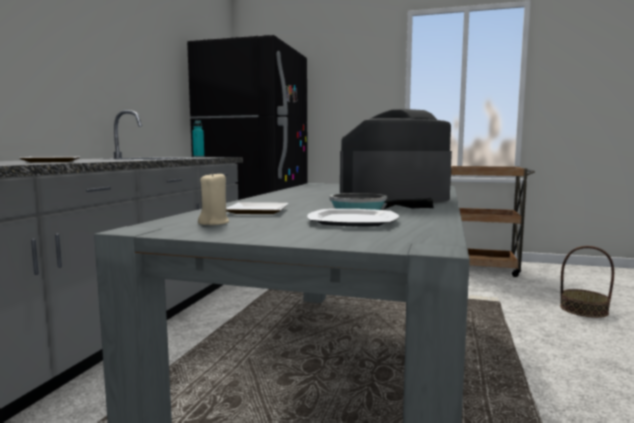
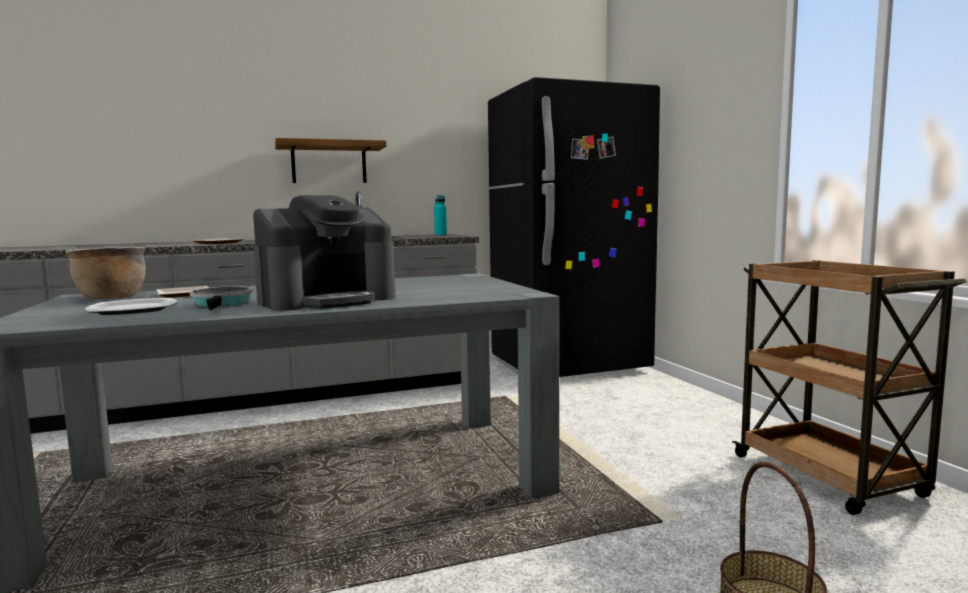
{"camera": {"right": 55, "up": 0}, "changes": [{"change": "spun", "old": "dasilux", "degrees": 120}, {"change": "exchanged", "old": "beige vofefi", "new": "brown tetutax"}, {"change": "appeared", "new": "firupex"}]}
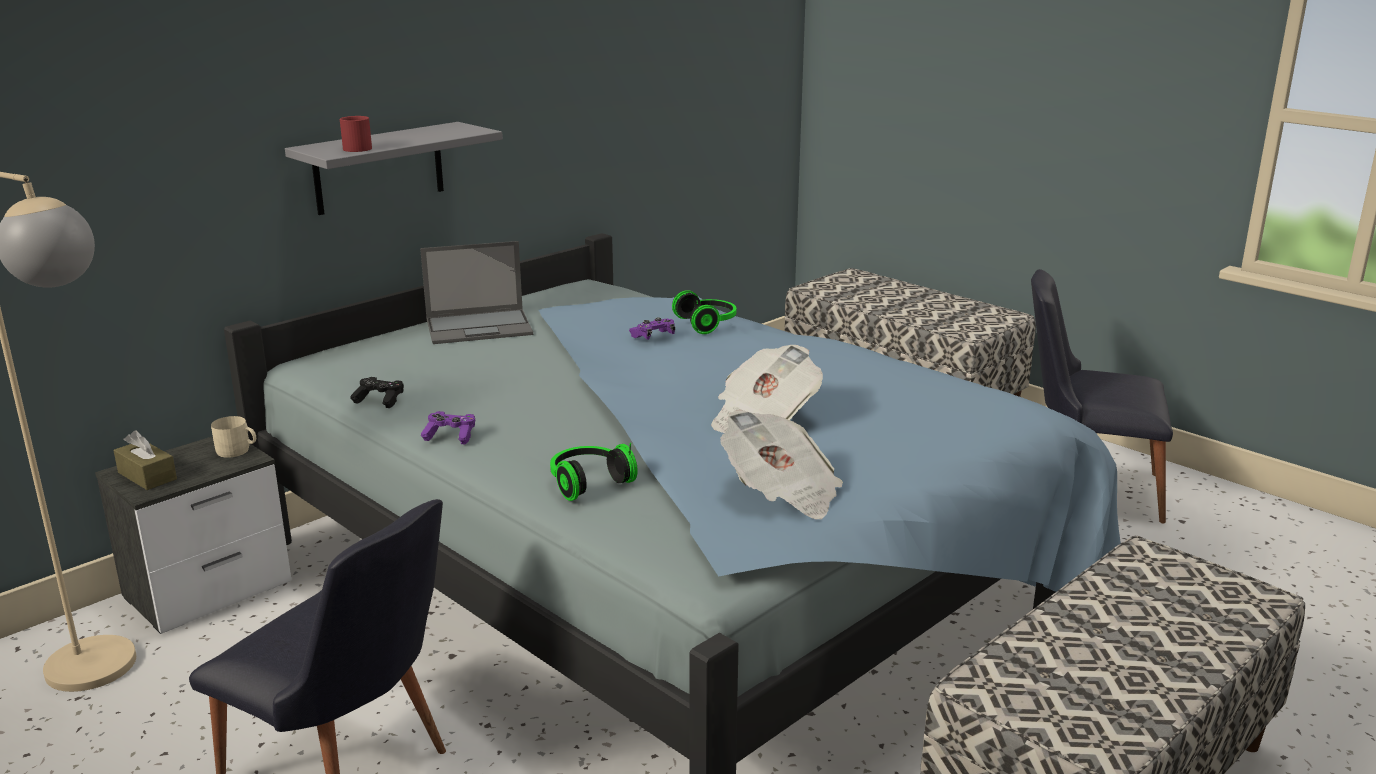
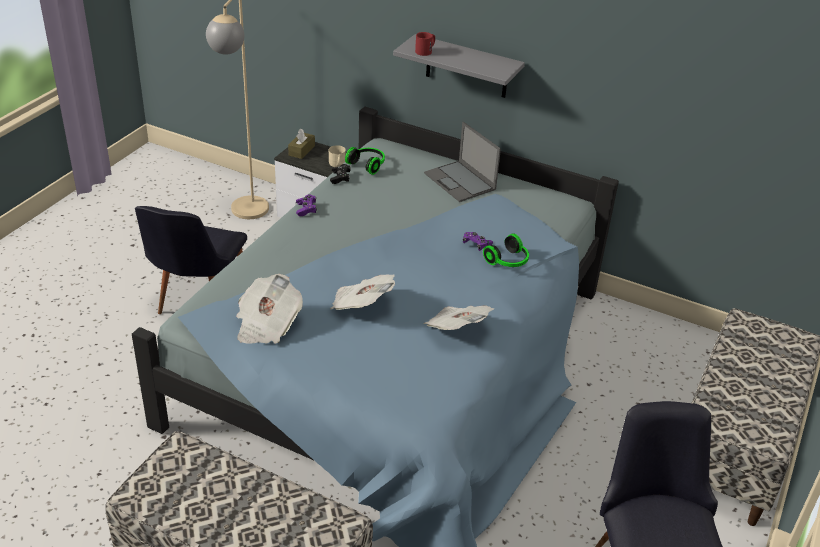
{"camera": {"right": 70, "up": 15}, "changes": [{"change": "relocated", "old": "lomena (no. 1 from left)"}, {"change": "appeared", "new": "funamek (no. 3 from left)"}]}
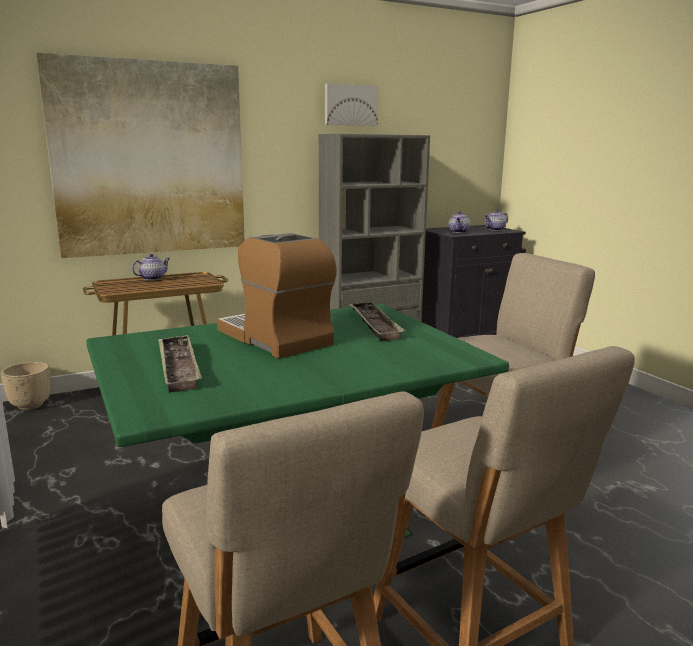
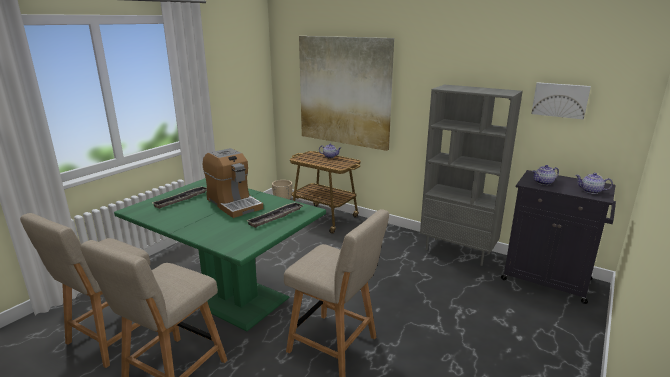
{"camera": {"right": 60, "up": 5}, "changes": [{"change": "relocated", "old": "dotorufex (no. 2 from left)"}, {"change": "spun", "old": "dasilux", "degrees": 120}]}
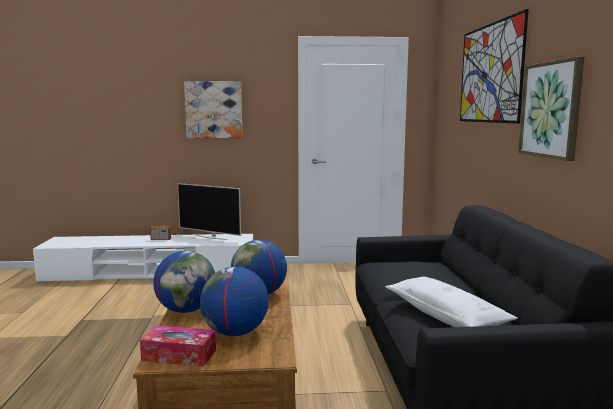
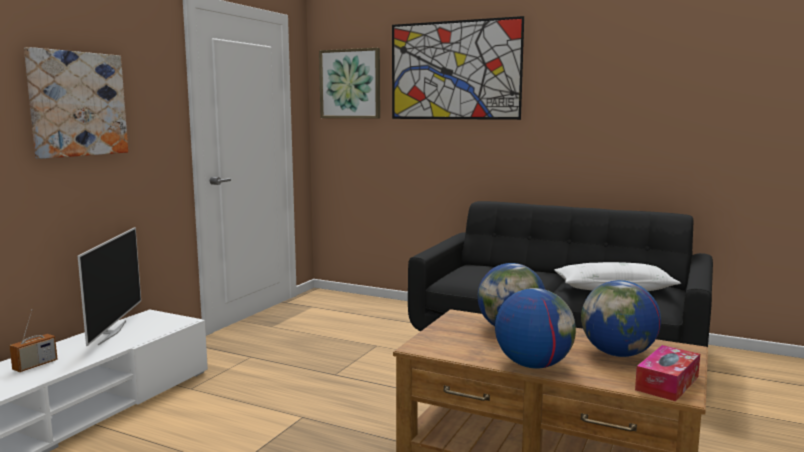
{"camera": {"right": -60, "up": 0}, "changes": [{"change": "relocated", "old": "dotorufex (no. 3 from left in the first image)", "new": "dotorufex (no. 2 from left)"}, {"change": "spun", "old": "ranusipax", "degrees": -60}]}
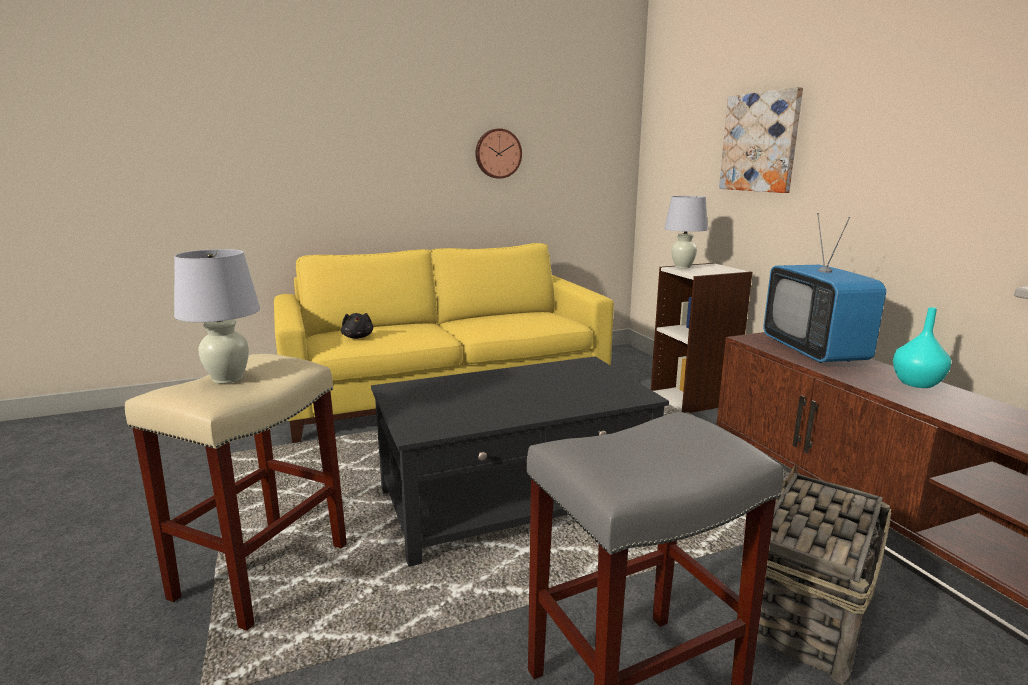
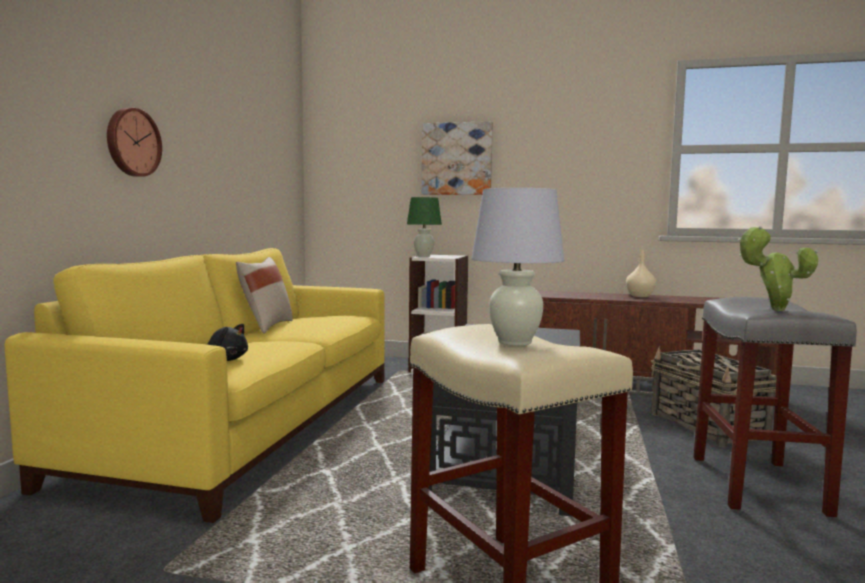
{"camera": {"right": -55, "up": -10}, "changes": [{"change": "relocated", "old": "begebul"}, {"change": "colour", "old": "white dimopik (no. 2 from left)", "new": "green dimopik"}, {"change": "missing", "old": "ranusipax"}, {"change": "colour", "old": "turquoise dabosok", "new": "beige dabosok"}, {"change": "appeared", "new": "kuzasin"}, {"change": "appeared", "new": "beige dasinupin"}]}
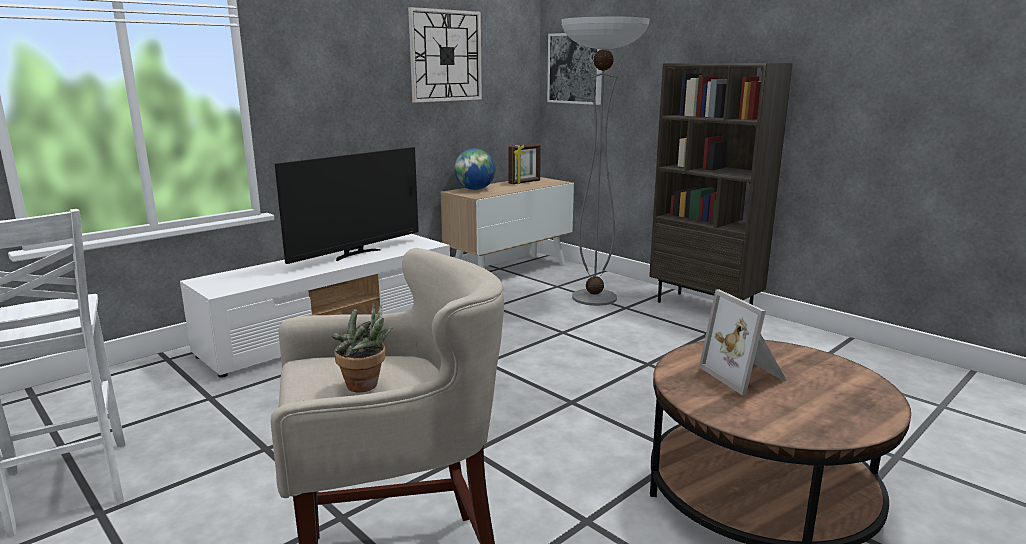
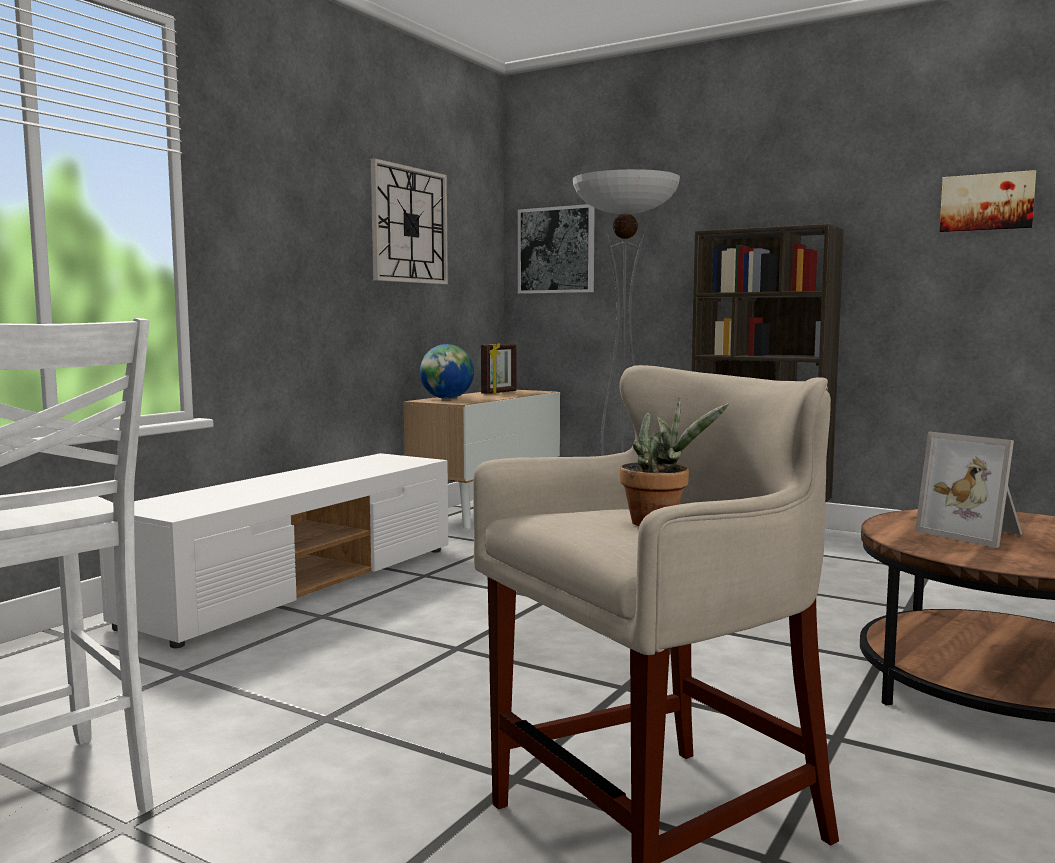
{"camera": {"right": -15, "up": -10}, "changes": [{"change": "missing", "old": "ranusipax"}, {"change": "appeared", "new": "dotorufex (no. 2 from left)"}]}
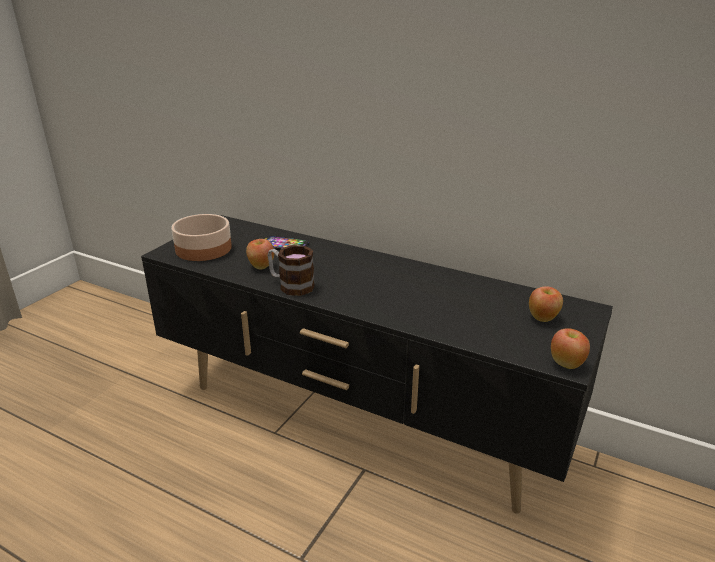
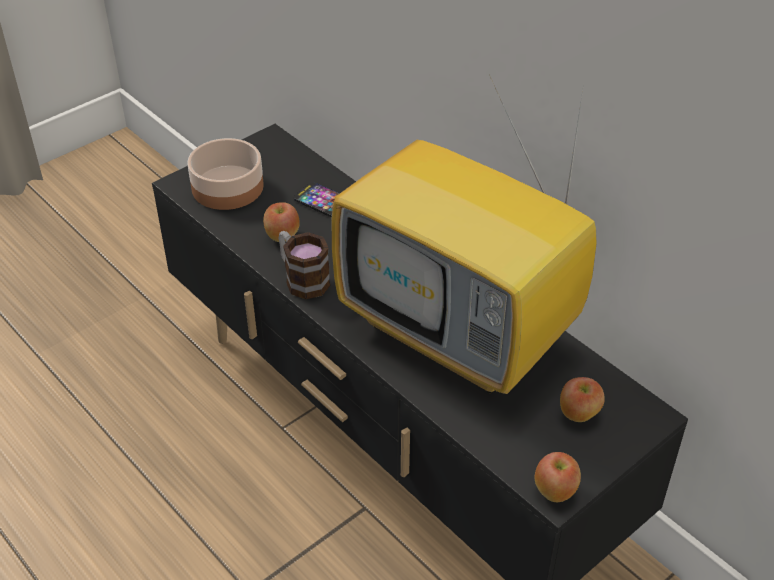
{"camera": {"right": 20, "up": 15}, "changes": [{"change": "appeared", "new": "ranusipax"}]}
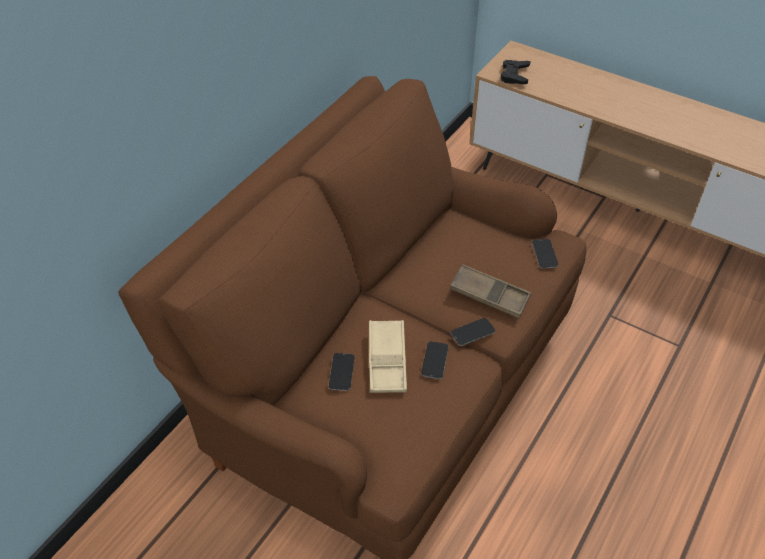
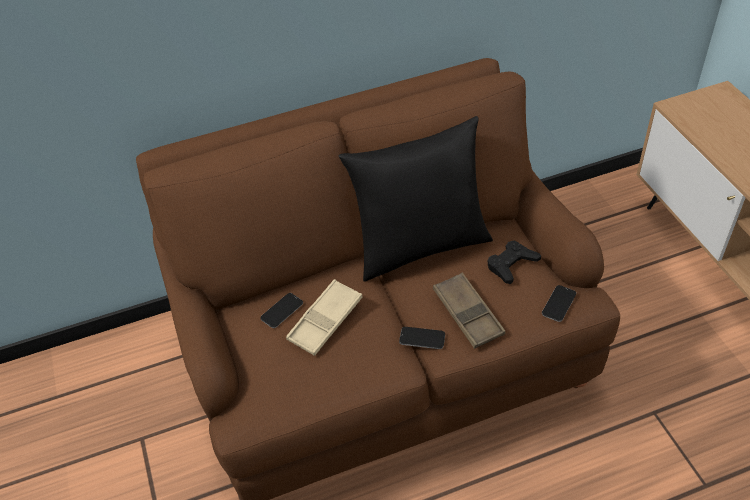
{"camera": {"right": 40, "up": 0}, "changes": [{"change": "relocated", "old": "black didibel"}, {"change": "missing", "old": "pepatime (no. 2 from left)"}, {"change": "appeared", "new": "black dasinupin"}]}
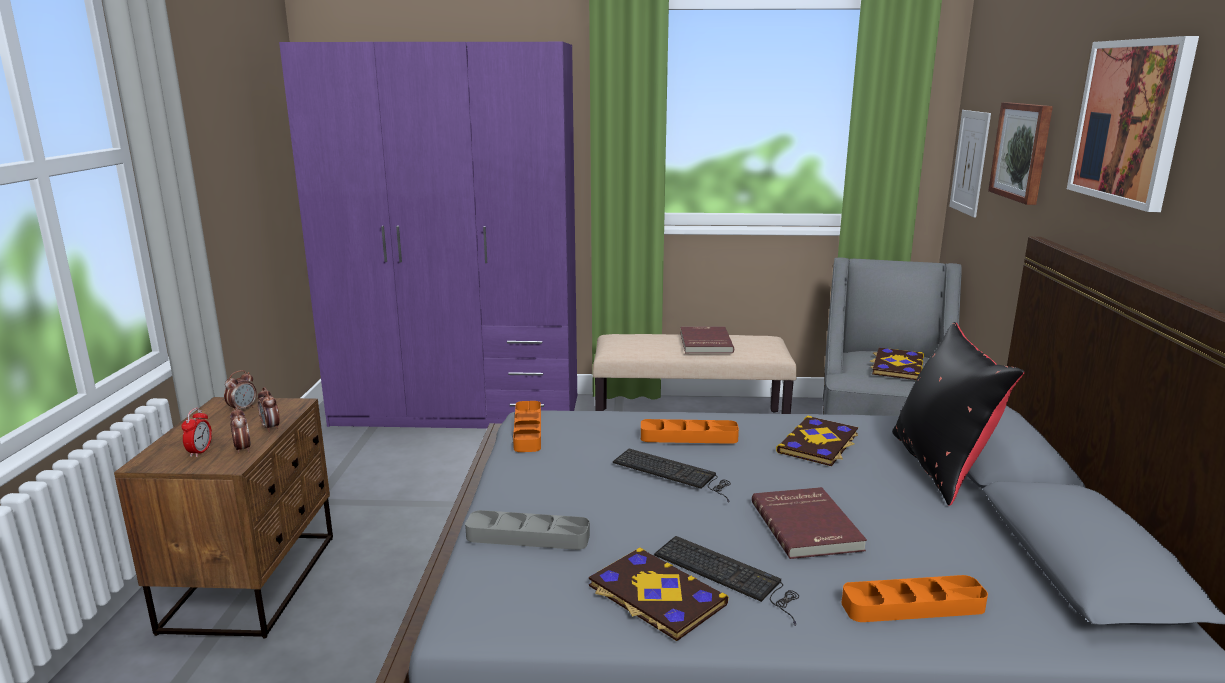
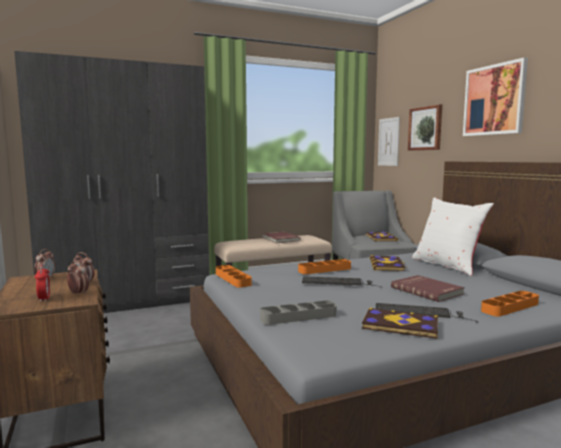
{"camera": {"right": -25, "up": -10}, "changes": [{"change": "colour", "old": "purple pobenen", "new": "grey pobenen"}, {"change": "colour", "old": "black dasinupin", "new": "white dasinupin"}]}
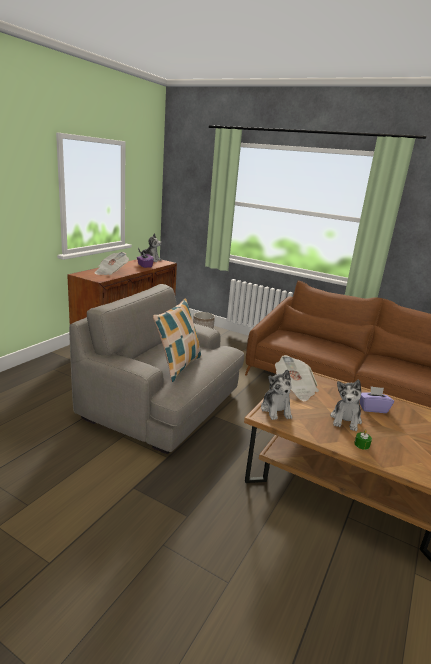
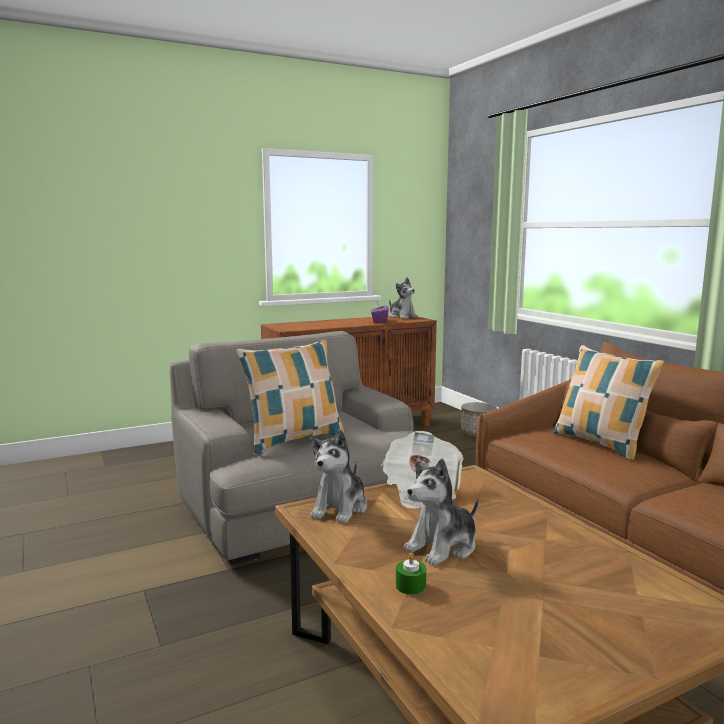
{"camera": {"right": 35, "up": -10}, "changes": [{"change": "missing", "old": "funamek (no. 1 from left)"}, {"change": "missing", "old": "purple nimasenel (no. 2 from left)"}, {"change": "appeared", "new": "dasinupin (no. 2 from left)"}]}
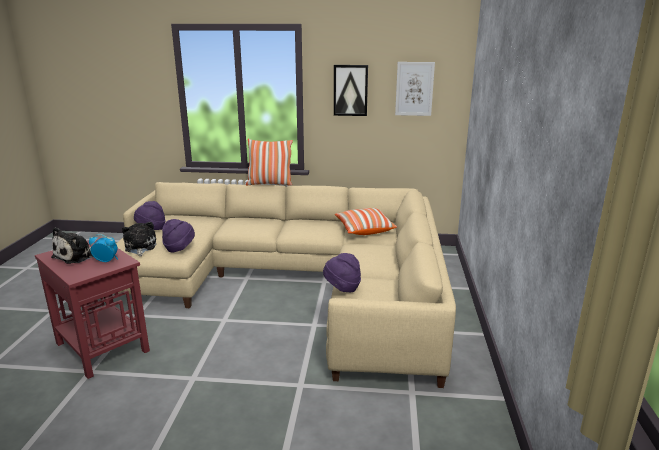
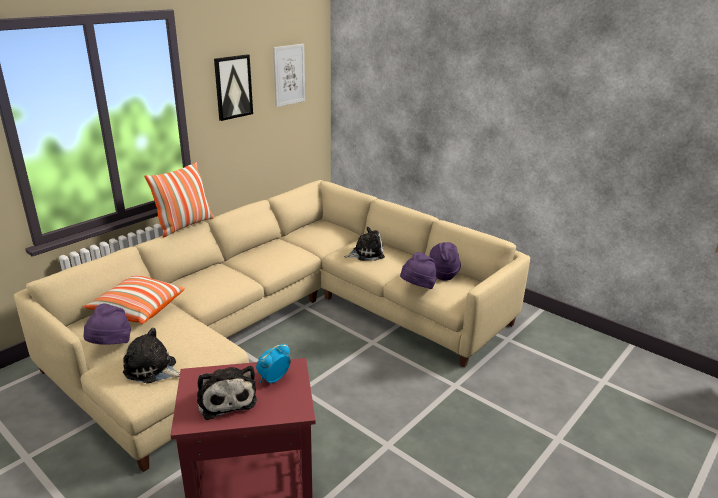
{"camera": {"right": -55, "up": 5}, "changes": [{"change": "relocated", "old": "dasinupin (no. 2 from left in the first image)", "new": "dasinupin (no. 1 from left)"}, {"change": "relocated", "old": "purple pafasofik (no. 2 from left in the first image)", "new": "purple pafasofik (no. 3 from left)"}, {"change": "appeared", "new": "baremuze (no. 3 from left)"}]}
